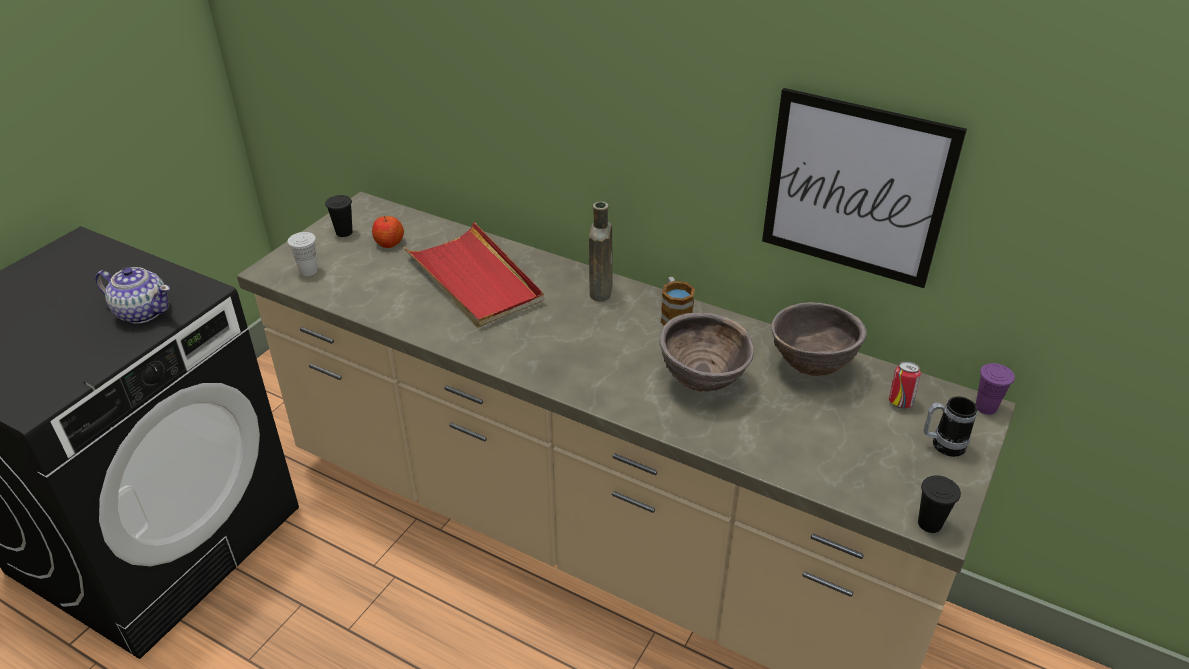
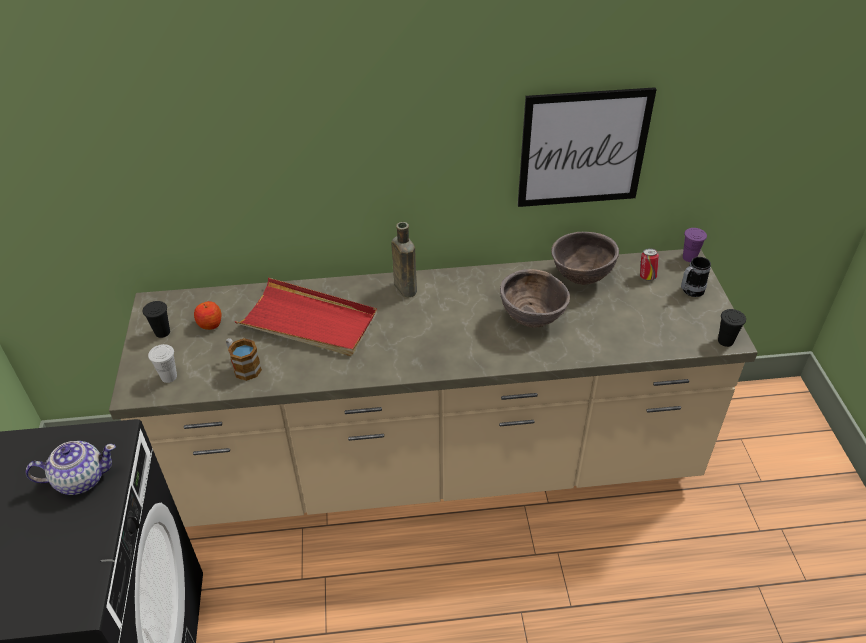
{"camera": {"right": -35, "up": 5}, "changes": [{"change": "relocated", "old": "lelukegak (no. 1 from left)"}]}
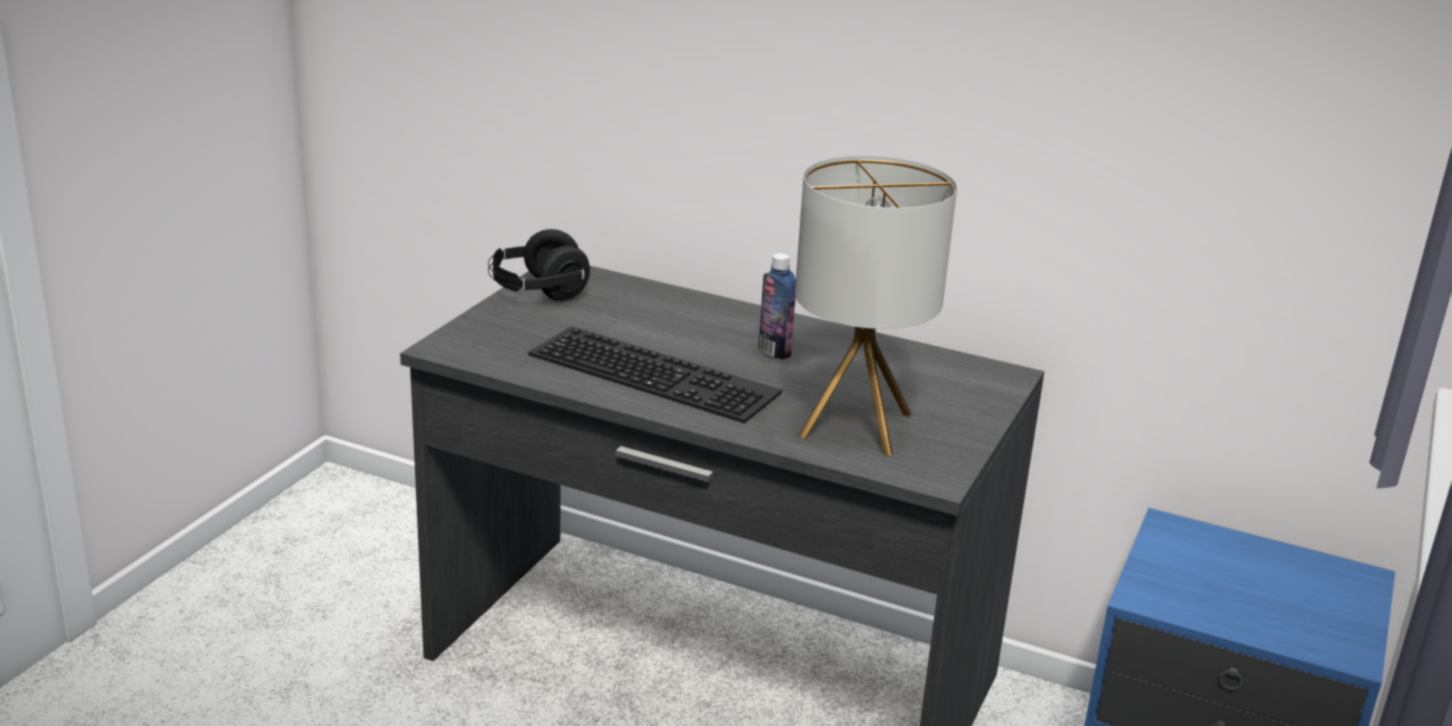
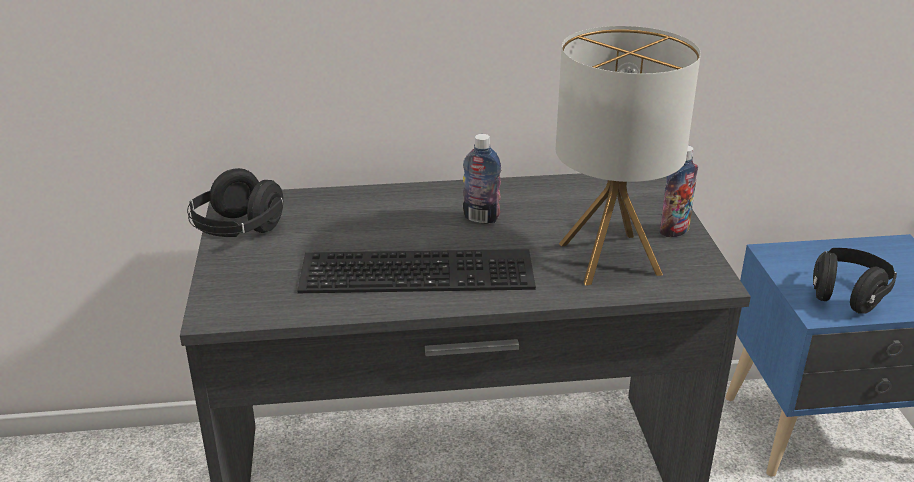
{"camera": {"right": -30, "up": 5}, "changes": [{"change": "appeared", "new": "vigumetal (no. 2 from left)"}, {"change": "appeared", "new": "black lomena (no. 2 from left)"}]}
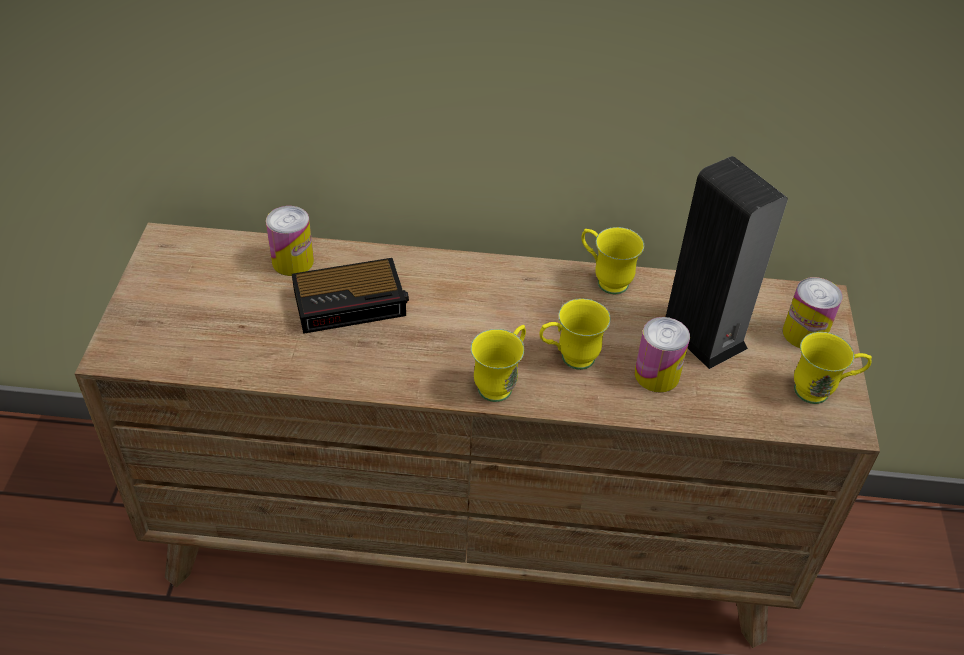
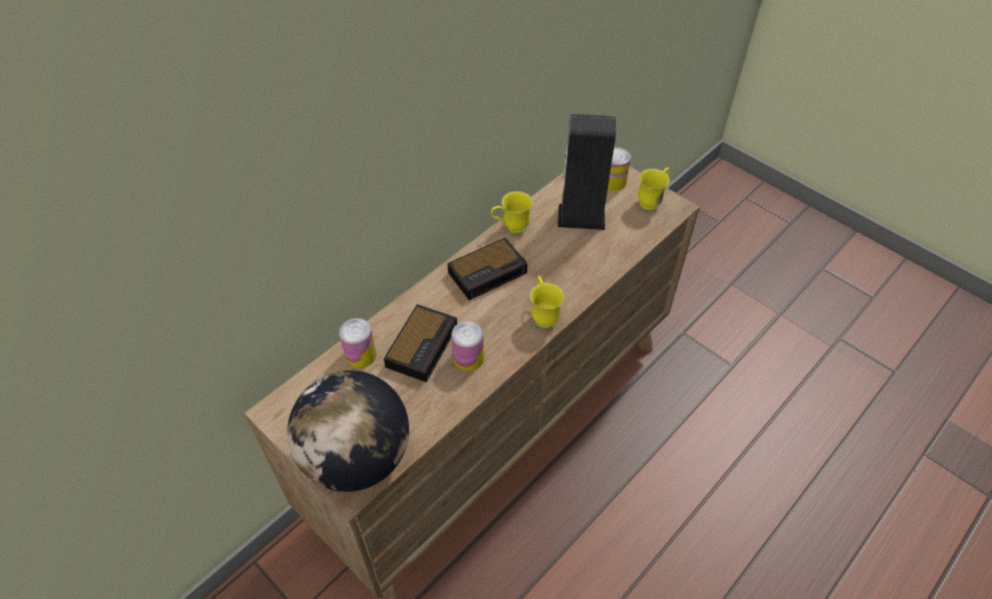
{"camera": {"right": -50, "up": 5}, "changes": [{"change": "missing", "old": "yellow lelukegak (no. 2 from left)"}, {"change": "relocated", "old": "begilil (no. 2 from left)"}, {"change": "appeared", "new": "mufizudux (no. 2 from left)"}, {"change": "appeared", "new": "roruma"}]}
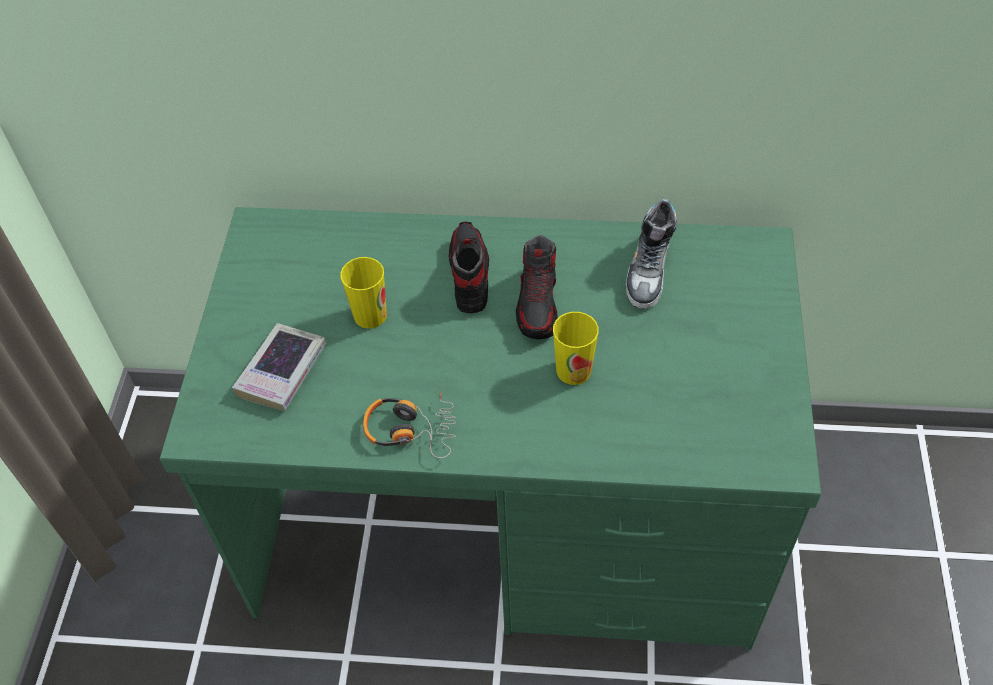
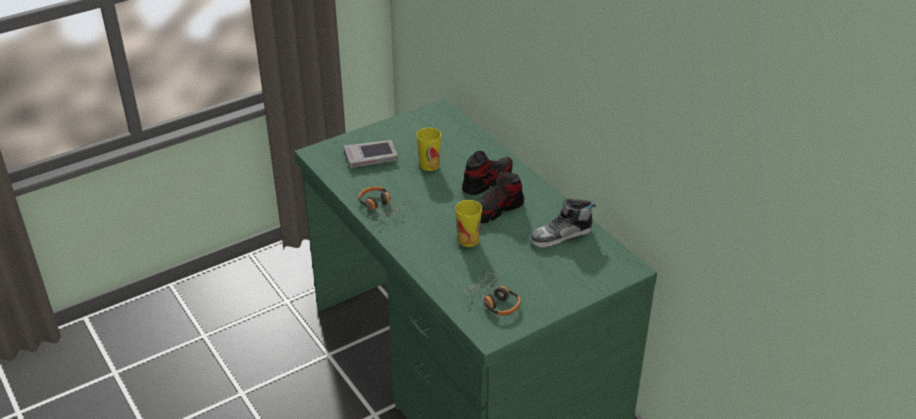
{"camera": {"right": 50, "up": -15}, "changes": [{"change": "appeared", "new": "lomena (no. 2 from left)"}]}
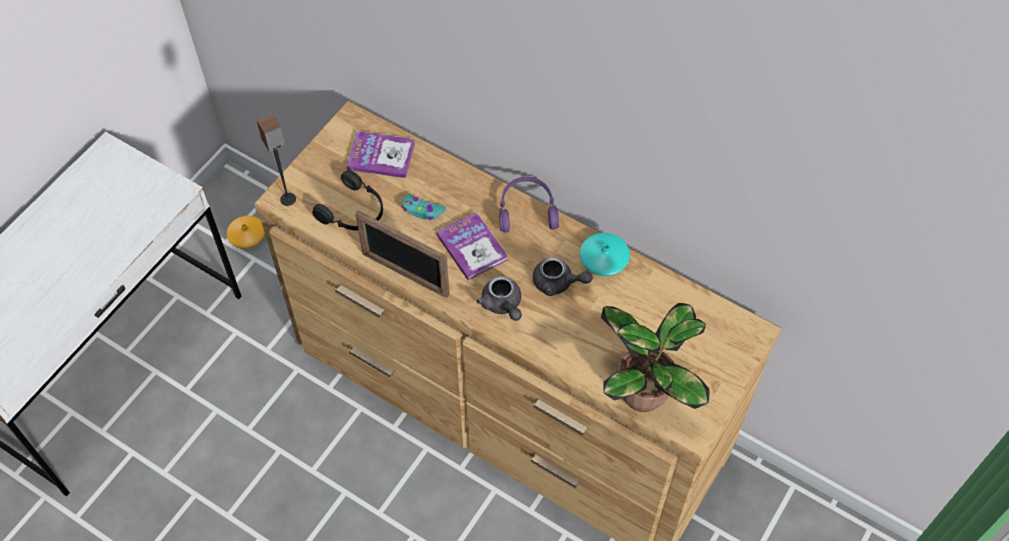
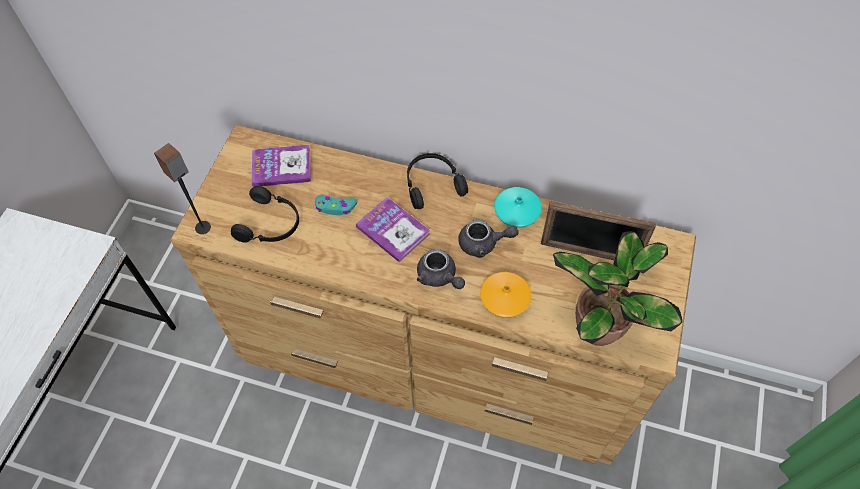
{"camera": {"right": -15, "up": 0}, "changes": [{"change": "colour", "old": "purple lomena", "new": "black lomena (no. 2 from left)"}, {"change": "relocated", "old": "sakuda"}, {"change": "relocated", "old": "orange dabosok"}]}
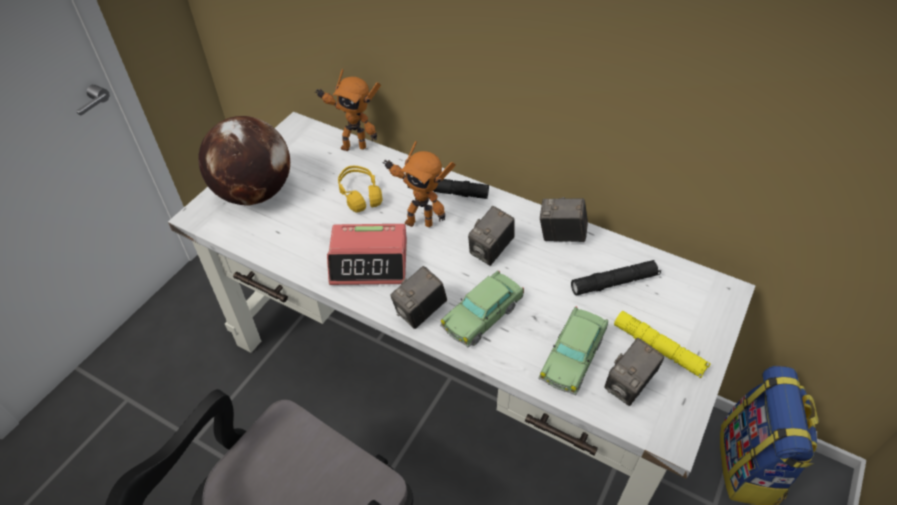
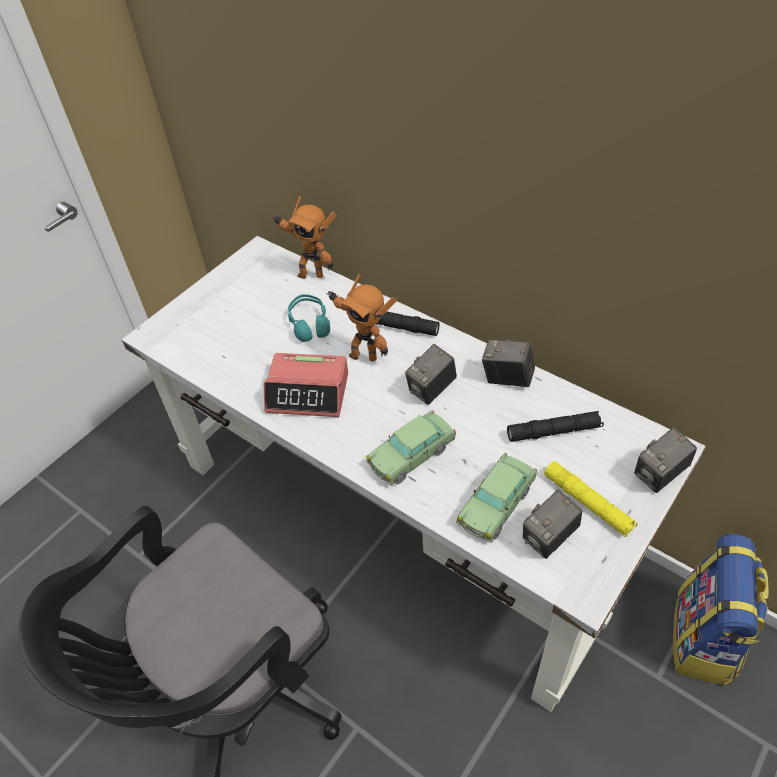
{"camera": {"right": 10, "up": 0}, "changes": [{"change": "missing", "old": "roruma"}, {"change": "colour", "old": "yellow lomena", "new": "turquoise lomena"}, {"change": "relocated", "old": "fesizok (no. 1 from left in the first image)", "new": "fesizok (no. 4 from left)"}]}
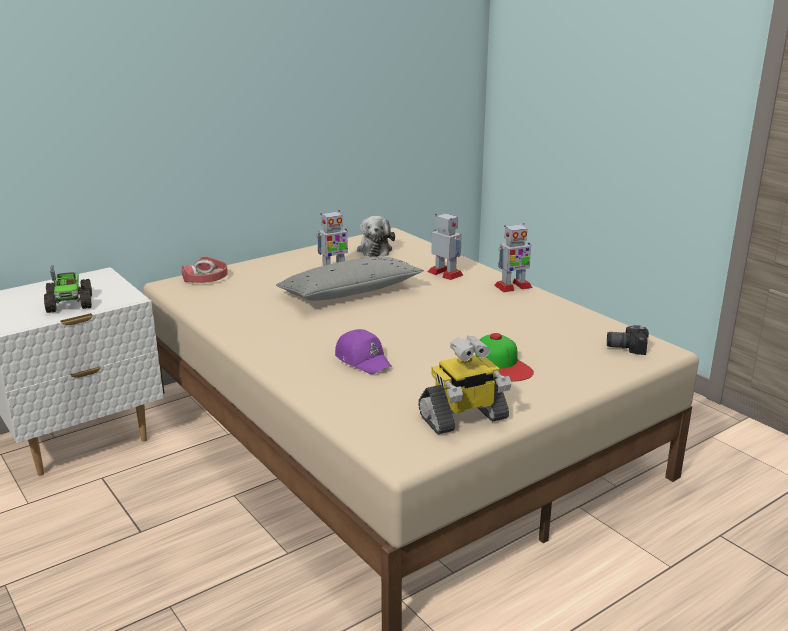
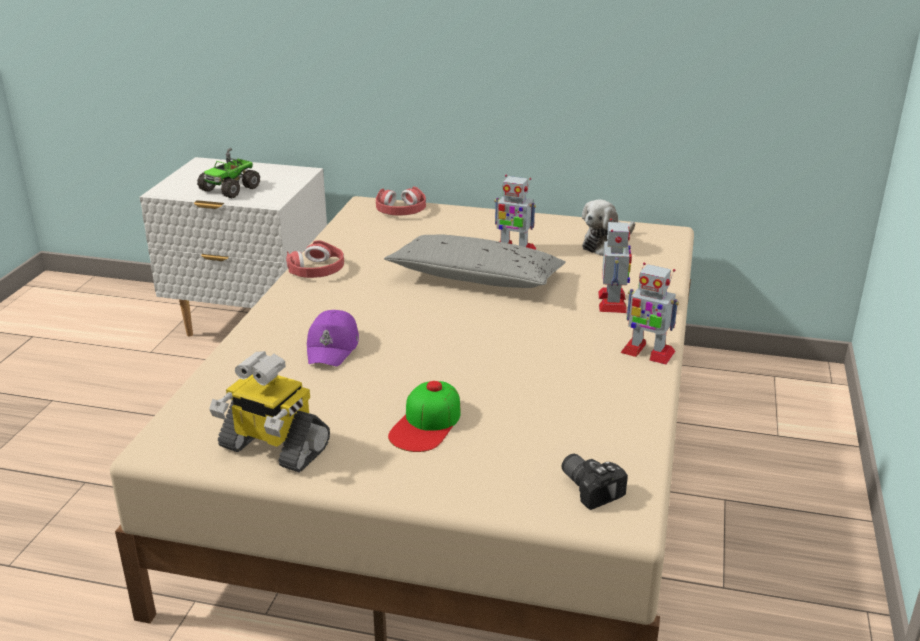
{"camera": {"right": 50, "up": 5}, "changes": [{"change": "appeared", "new": "red lomena (no. 1 from left)"}]}
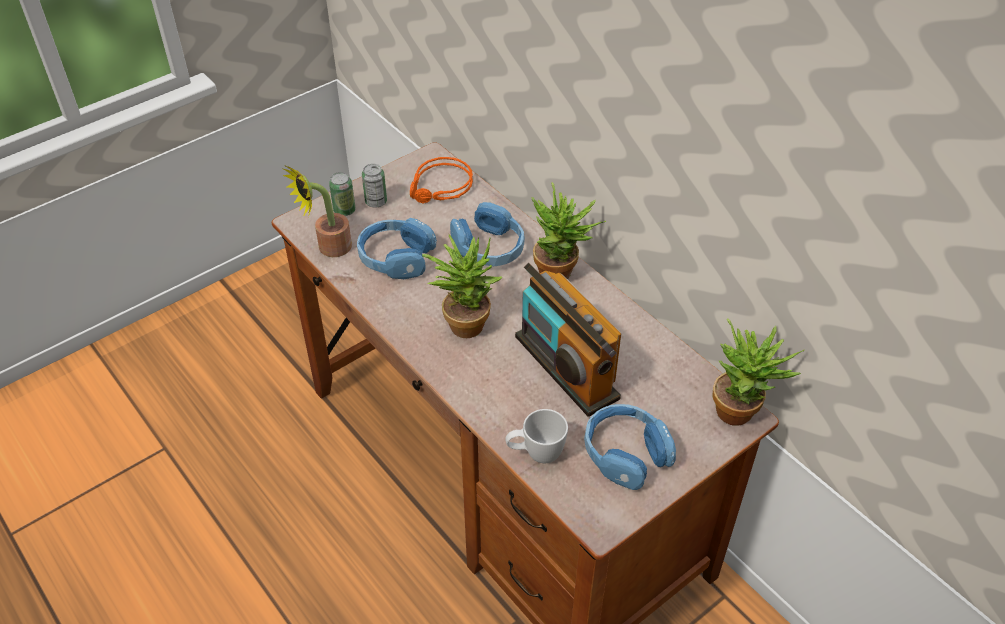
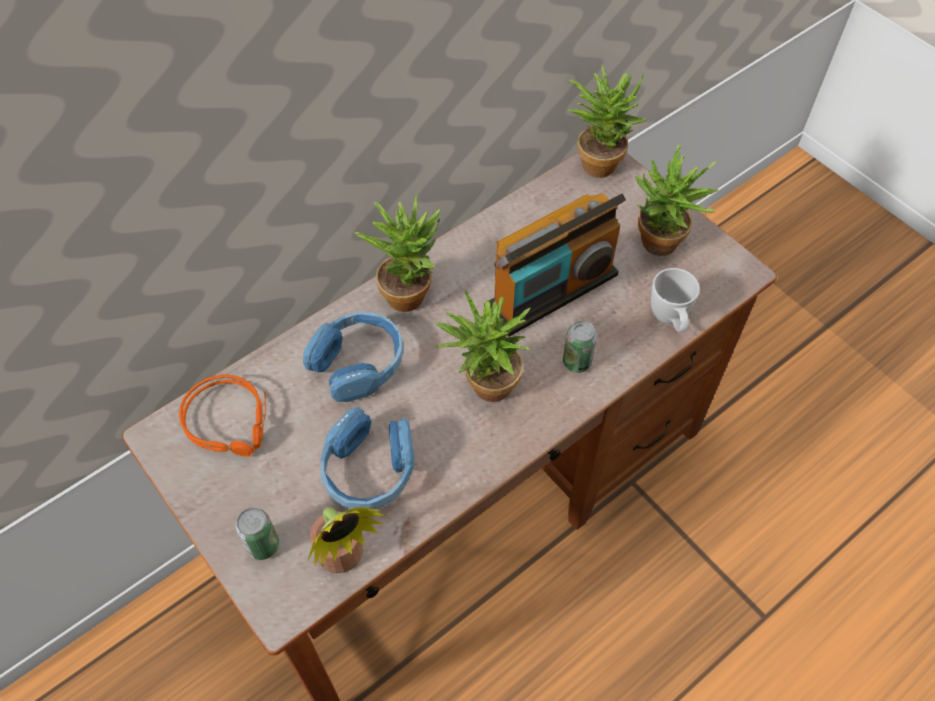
{"camera": {"right": -90, "up": 10}, "changes": [{"change": "relocated", "old": "begilil (no. 2 from left)"}, {"change": "exchanged", "old": "blue lomena (no. 3 from left)", "new": "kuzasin (no. 5 from left)"}]}
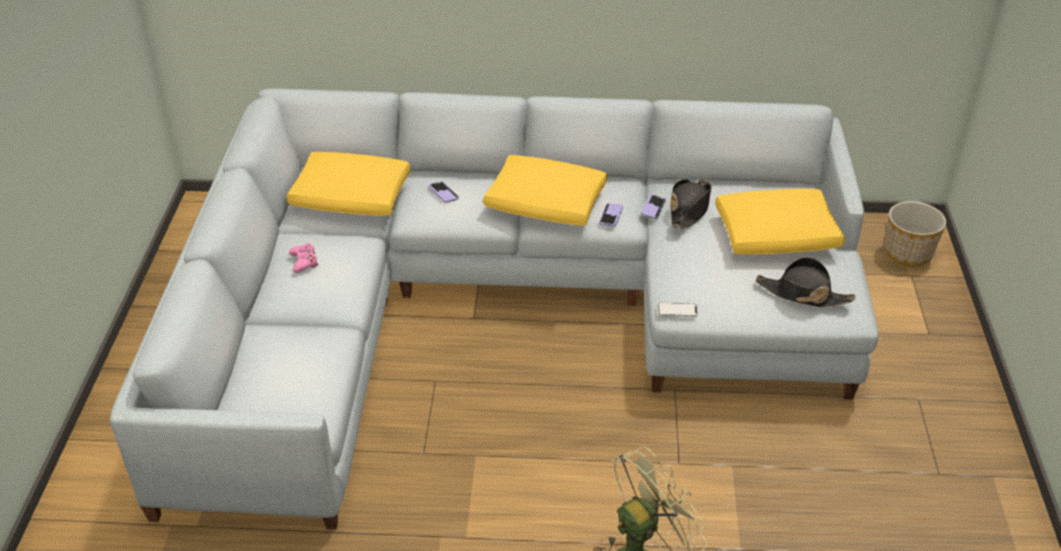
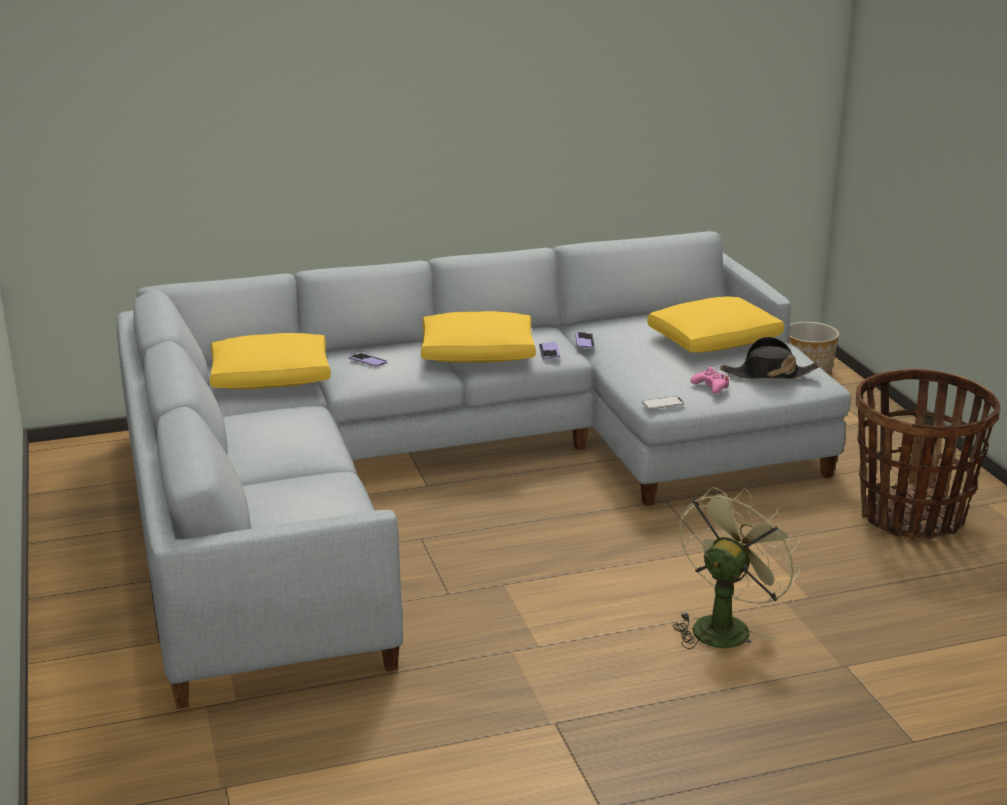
{"camera": {"right": -20, "up": -15}, "changes": [{"change": "missing", "old": "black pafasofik (no. 1 from left)"}, {"change": "relocated", "old": "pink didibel"}, {"change": "appeared", "new": "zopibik"}]}
